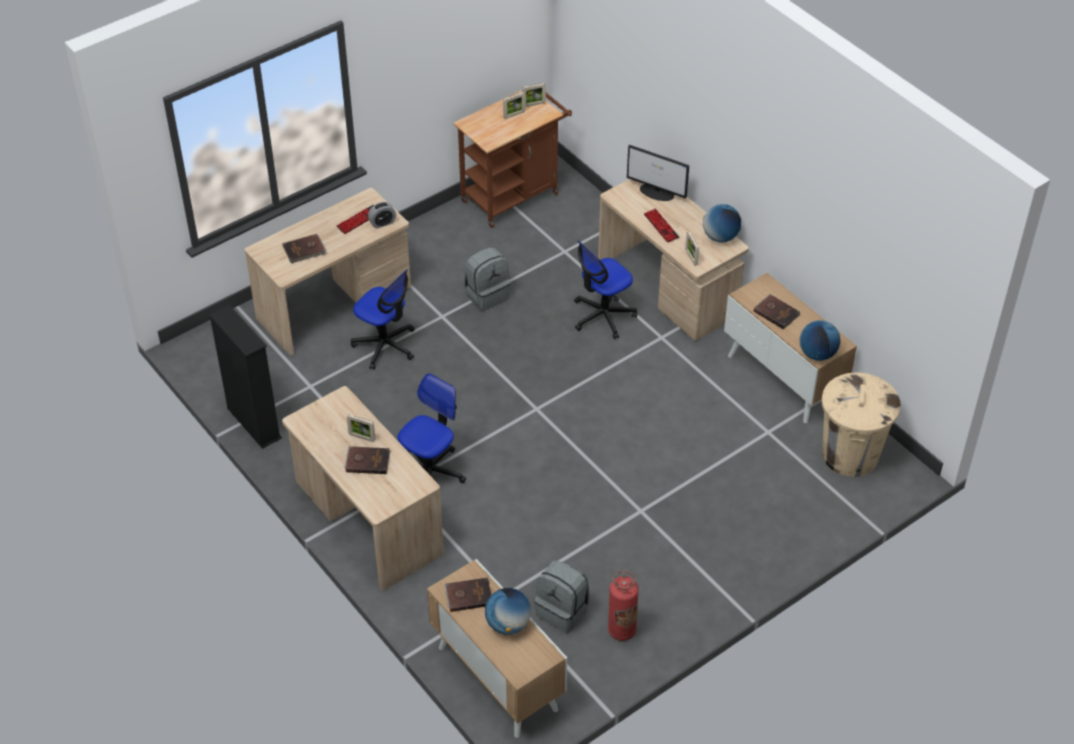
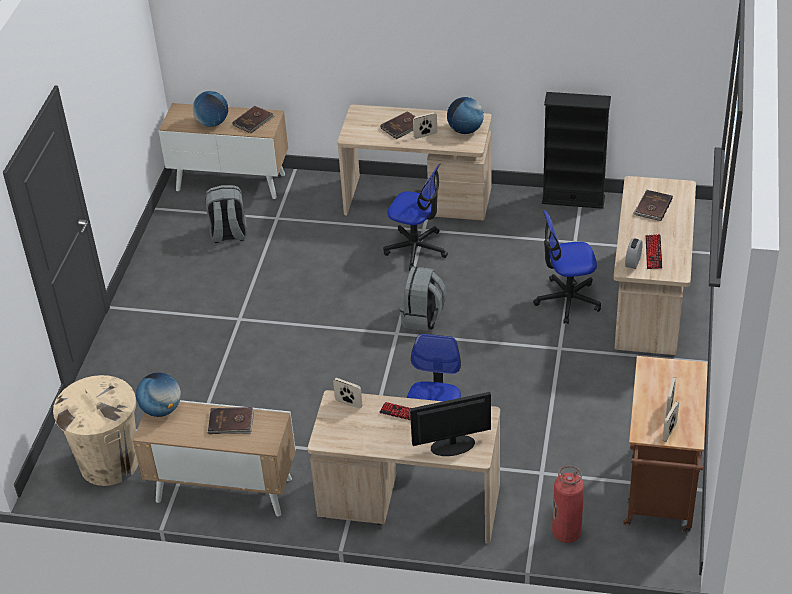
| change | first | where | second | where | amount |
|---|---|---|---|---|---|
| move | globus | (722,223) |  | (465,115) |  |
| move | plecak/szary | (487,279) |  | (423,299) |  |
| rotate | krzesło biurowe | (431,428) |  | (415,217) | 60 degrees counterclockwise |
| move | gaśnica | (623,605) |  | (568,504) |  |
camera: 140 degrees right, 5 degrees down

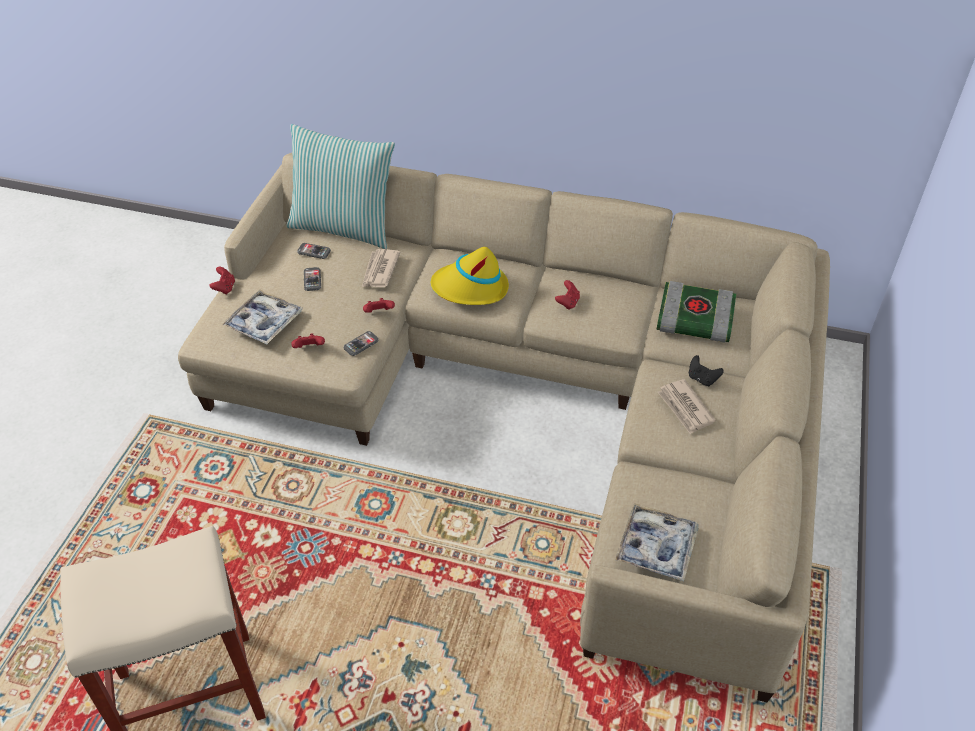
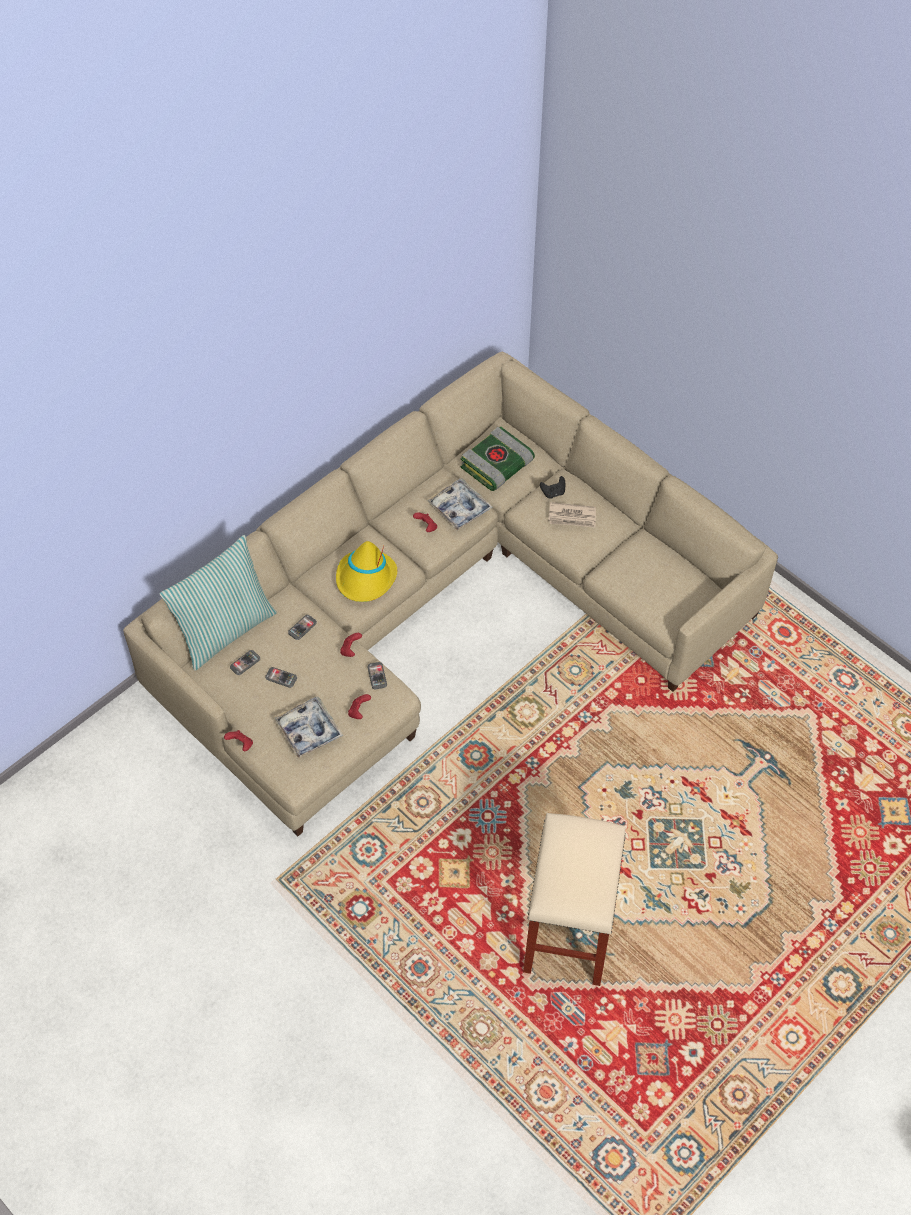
| change | first | where | second | where | amount |
|---|---|---|---|---|---|
| replace | gazeta | (381,268) | telefon | (302,627) |  |
| move | taca | (657,542) |  | (459,504) |  |
camera: 60 degrees left, 10 degrees up

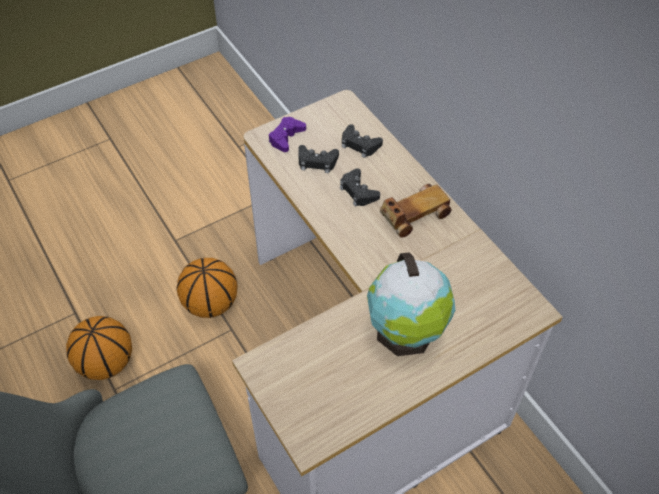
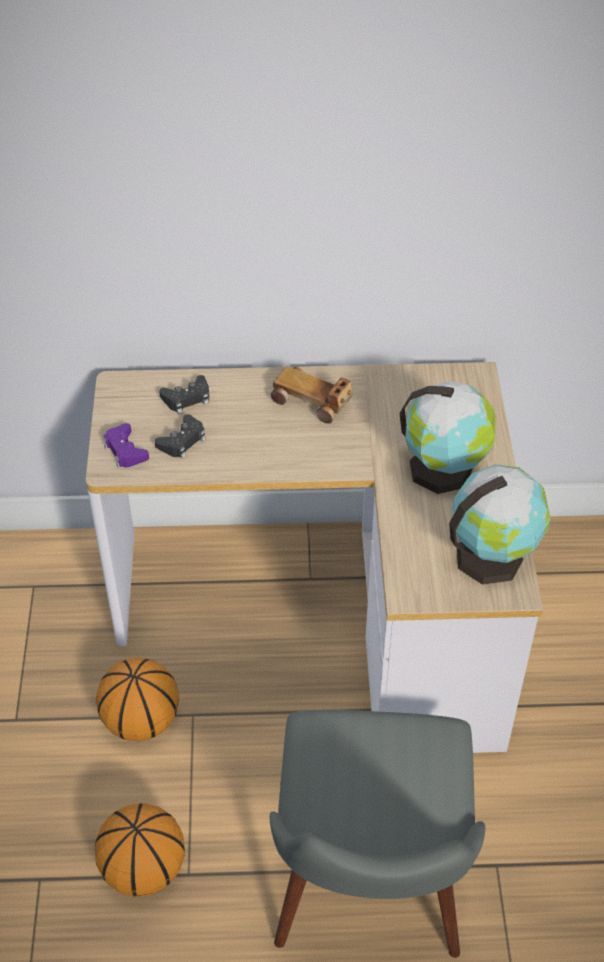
| change | first | where | second | where | amount |
|---|---|---|---|---|---|
| delete | pad do gier/czarny | (360,187) |  |  |  |
| rotate | samochodzik | (416,211) |  | (311,395) | 60 degrees counterclockwise |
| insert |  |  | globus | (500,525) |  |
camera: 60 degrees left, 5 degrees down

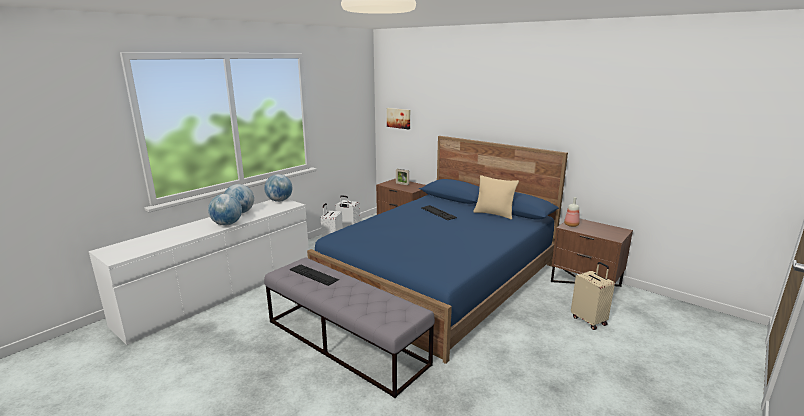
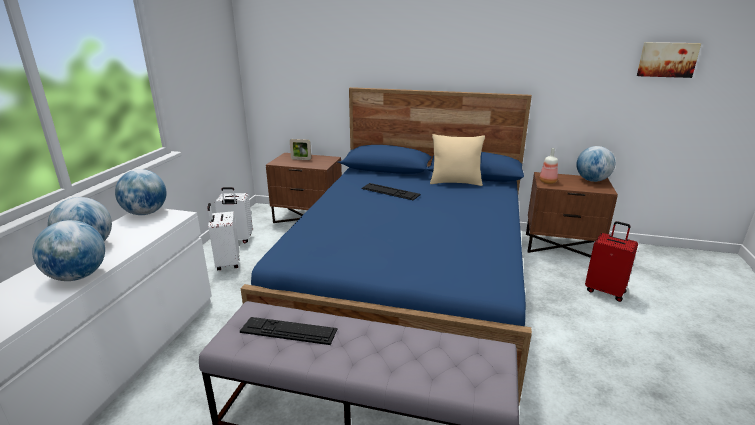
| change | first | where | second | where | amount |
|---|---|---|---|---|---|
| move | obraz | (398,118) |  | (669,60) |  |
| recolor | walizka/beżowy | (593,296) | walizka/czerwony | (611,261) |  |
| insert |  |  | globus | (595,164) |  |
camera: 25 degrees left, 5 degrees up

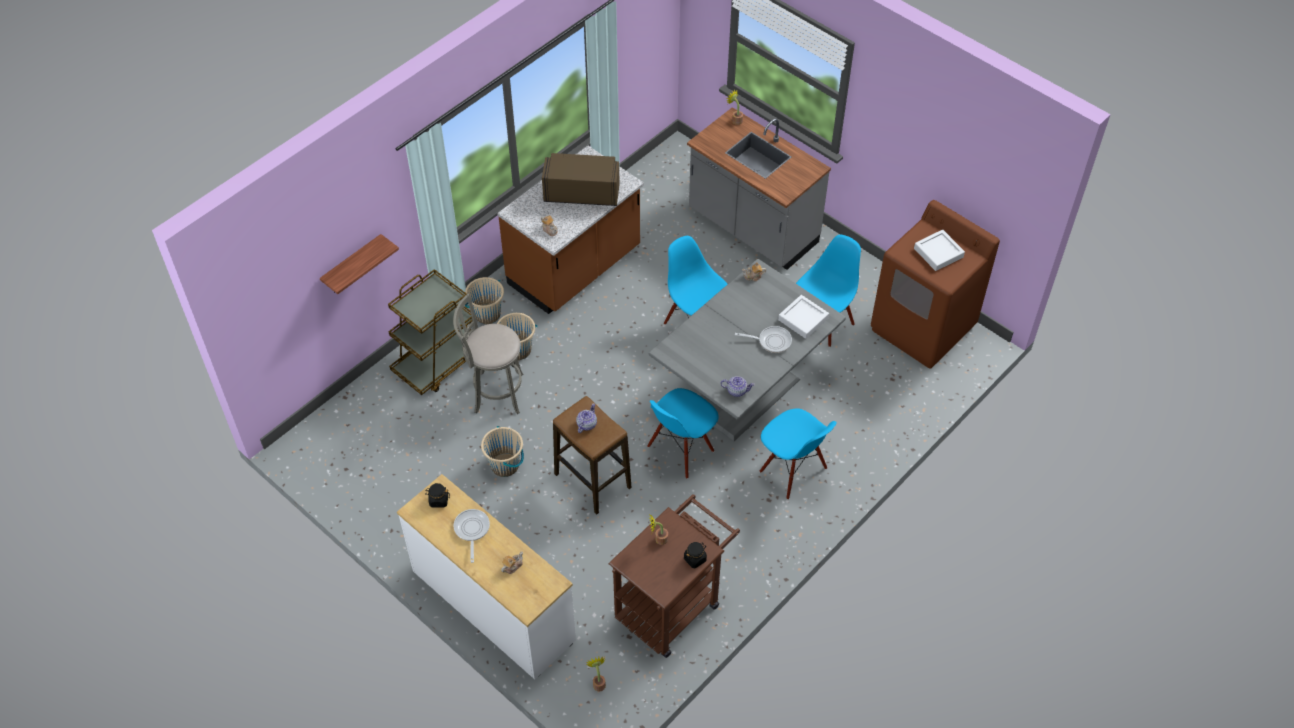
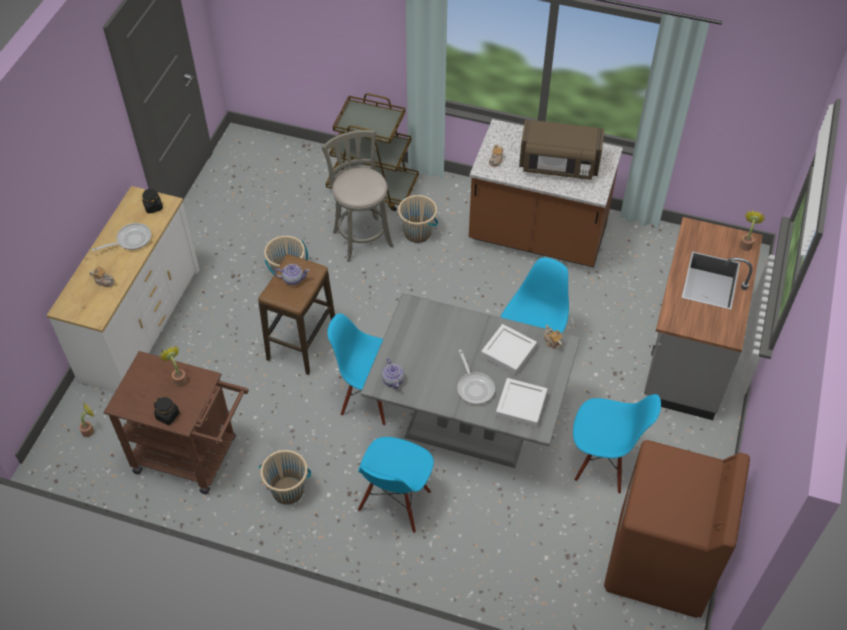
| change | first | where | second | where | amount |
|---|---|---|---|---|---|
| rotate | mikrofalówka/brązowy | (581,179) |  | (561,149) | 120 degrees clockwise |
| move | taca/biały | (939,250) |  | (509,349) |  |
| delete | półka | (359,264) |  |  |  |
| move | wiadro/beżowy | (484,300) |  | (285,477) |  |
camera: 65 degrees right, 0 degrees up

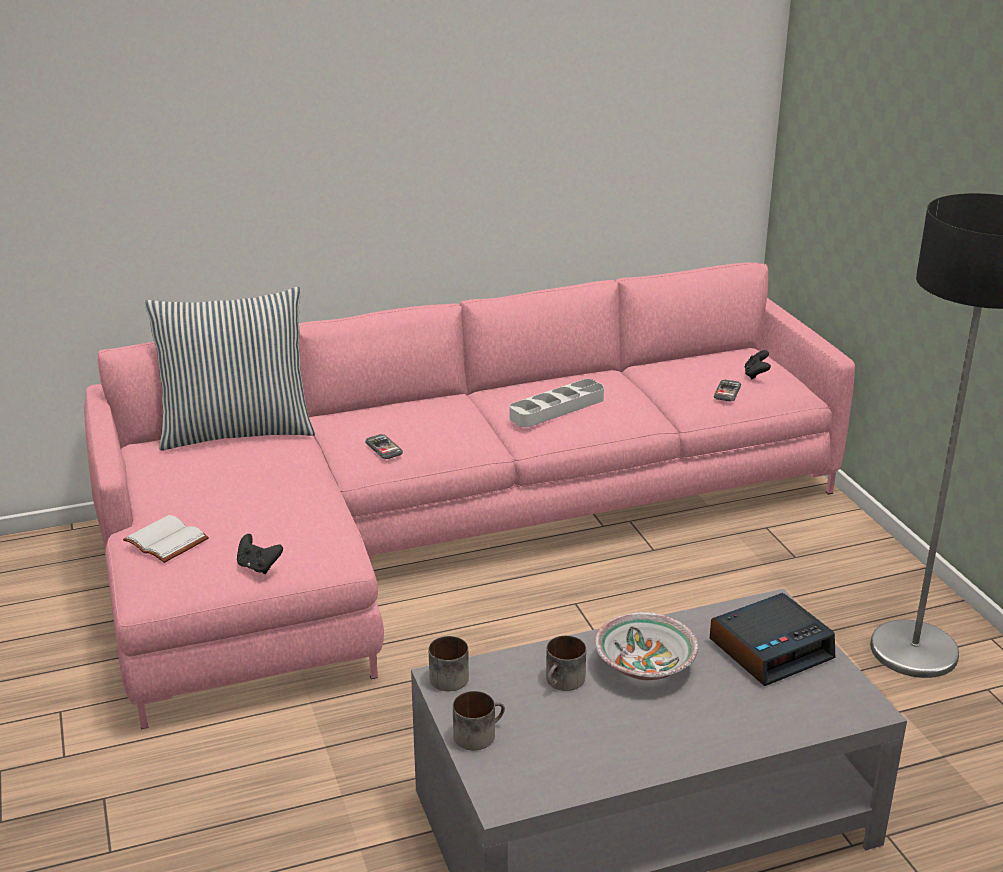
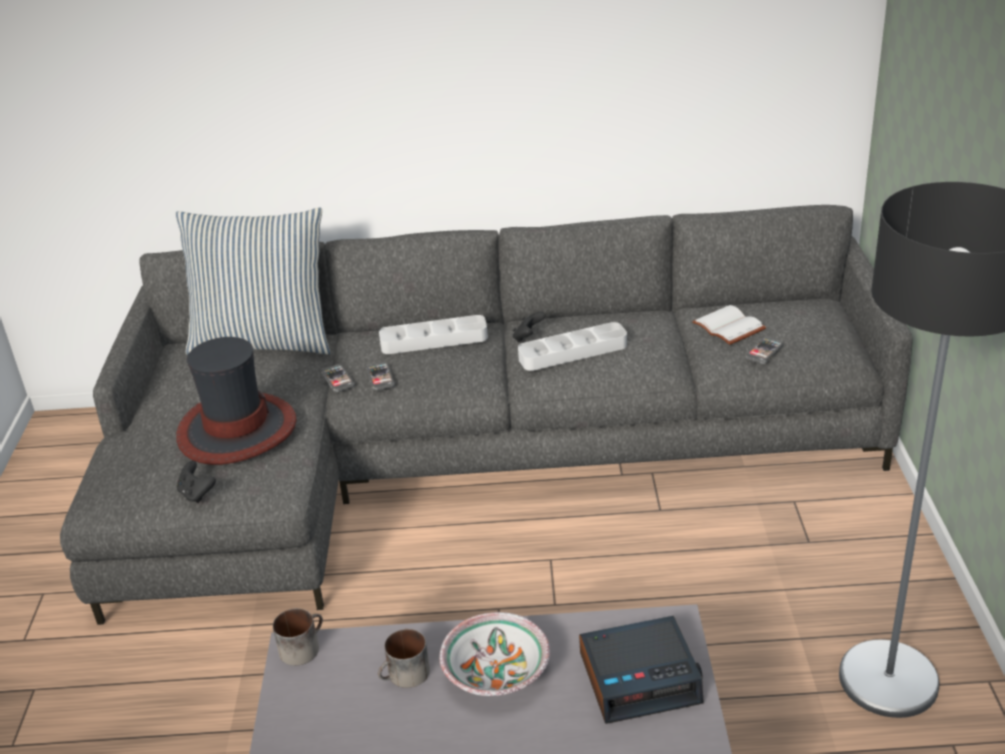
| change | first | where | second | where | amount |
|---|---|---|---|---|---|
| recolor | kanapa/różowy | (469,495) | kanapa/szary | (486,415) |  |
| move | pad do gier/czarny | (758,365) |  | (529,327) |  |
| move | książka/biały | (166,539) |  | (729,325) |  |
| delete | kubek | (479,720) |  |  |  |
| insert |  |  | taca/szary | (433,334) |  |
| insert |  |  | kapelusz | (236,401) |  |
| insert |  |  | telefon | (338,378) |  |
camera: 20 degrees right, 5 degrees up

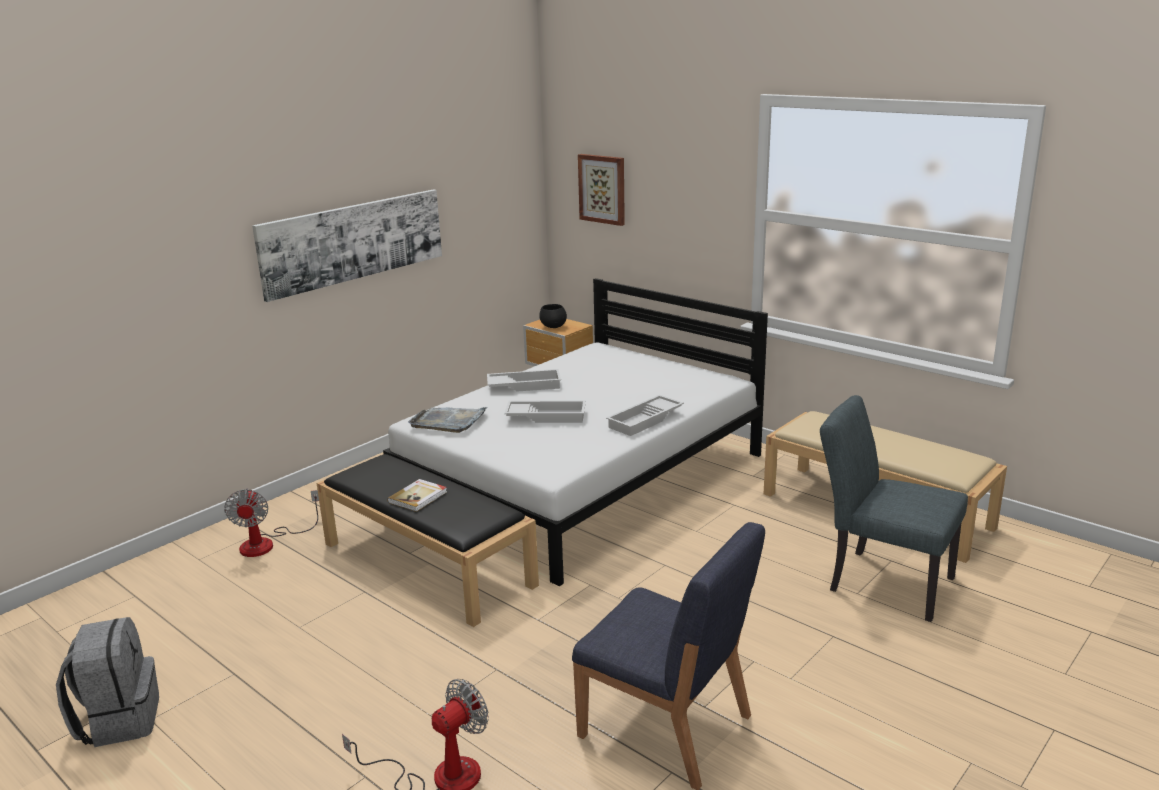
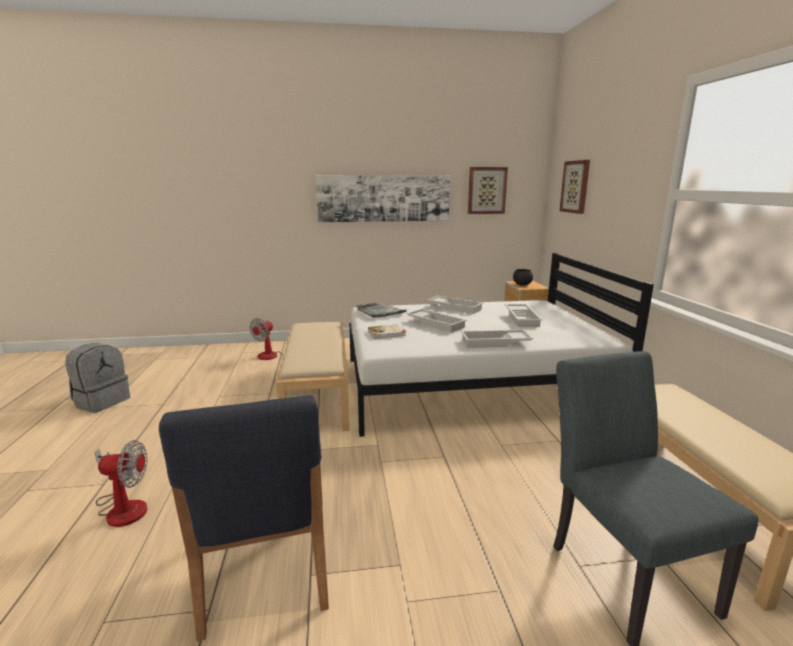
| change | first | where | second | where | amount |
|---|---|---|---|---|---|
| recolor | ławka/czarny | (428,540) | ławka/beżowy | (313,376) |  |
| move | książka | (417,495) |  | (387,331) |  |
| insert |  |  | obraz | (488,190) |  |
| insert |  |  | taca/biały | (523,315) |  |
camera: 40 degrees right, 5 degrees down

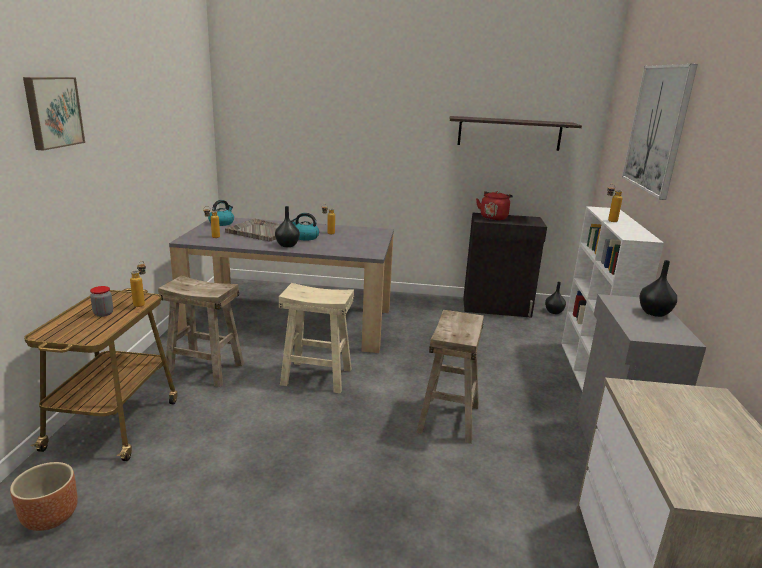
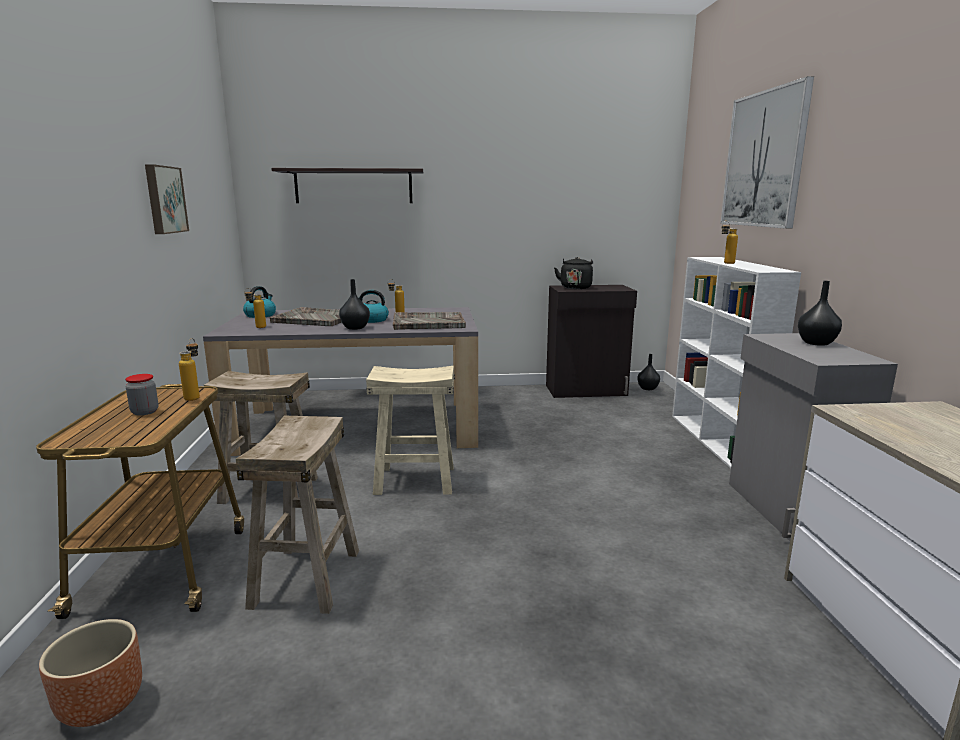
| change | first | where | second | where | amount |
|---|---|---|---|---|---|
| move | obraz | (54,113) |  | (167,199) |  |
| move | półka | (516,133) |  | (347,185) |  |
| recolor | czajnik/czerwony | (494,205) | czajnik/czarny | (573,273) |  |
| move | stołek/beżowy | (450,377) |  | (297,515) |  |
| insert |  |  | taca/szary | (429,321) |  |
camera: 10 degrees left, 5 degrees down

